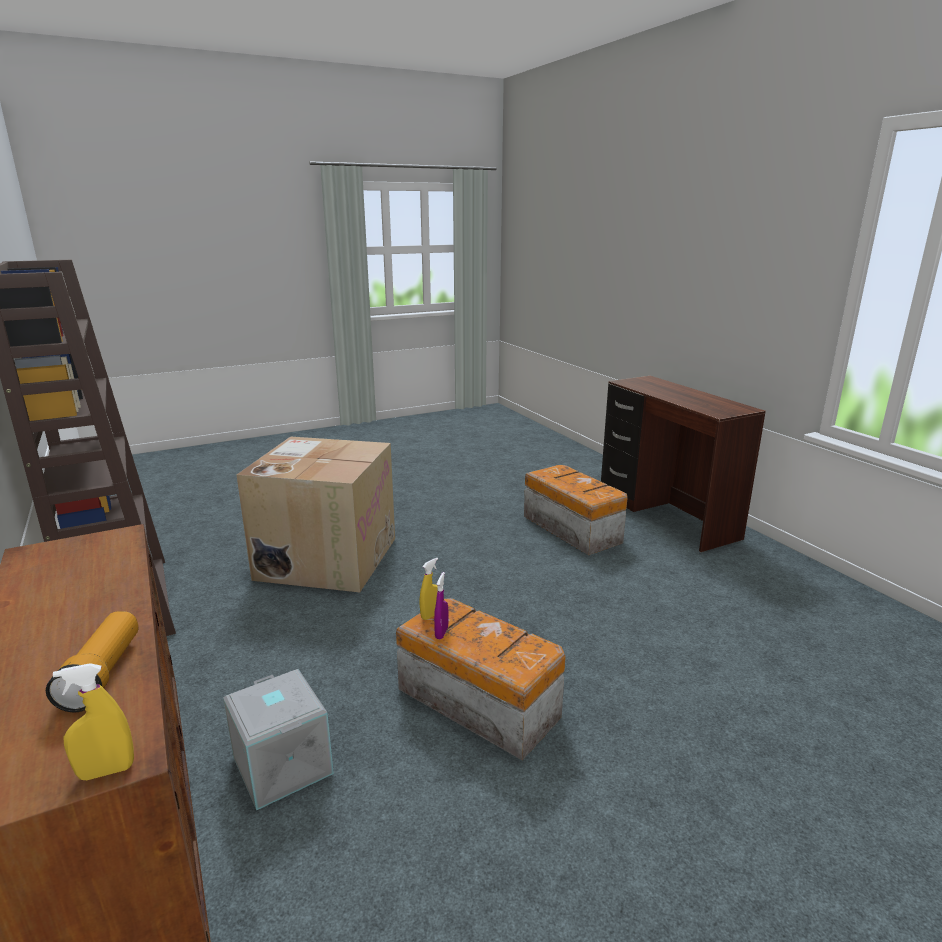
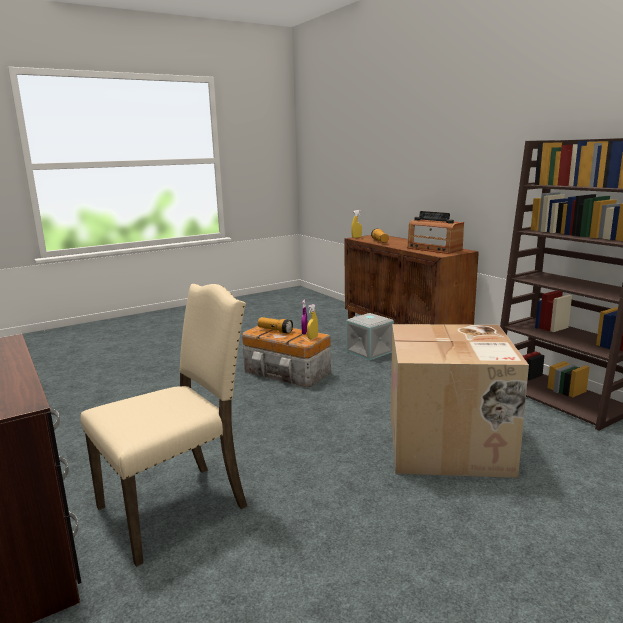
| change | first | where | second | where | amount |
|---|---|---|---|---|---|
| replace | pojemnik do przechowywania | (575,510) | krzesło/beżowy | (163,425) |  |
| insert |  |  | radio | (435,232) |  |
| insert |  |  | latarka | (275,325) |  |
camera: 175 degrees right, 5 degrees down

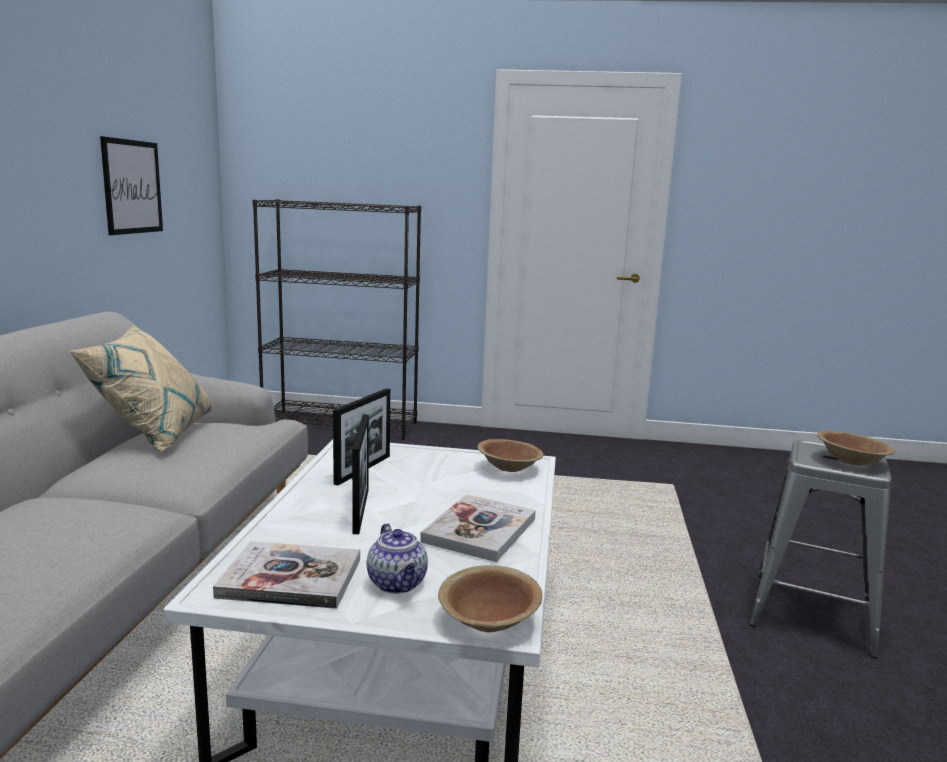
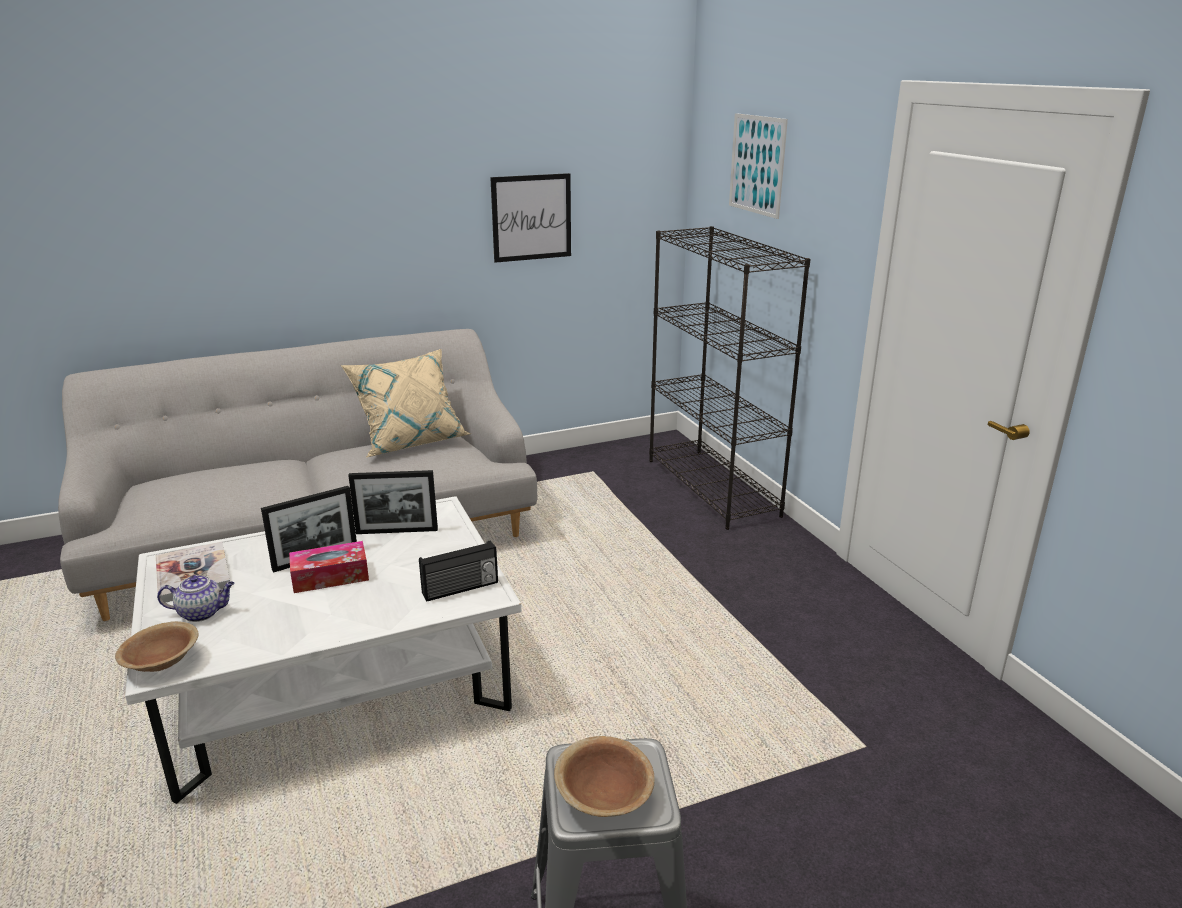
| change | first | where | second | where | amount |
|---|---|---|---|---|---|
| replace | miska/brązowy | (510,455) | radio | (458,571) |  |
| delete | książka | (478,528) |  |  |  |
| rotate | imbryk | (397,558) |  | (195,598) | 135 degrees counterclockwise |
| insert |  |  | obraz | (758,166) |  |
| insert |  |  | pudełko chusteczek | (329,567) |  |
camera: 60 degrees right, 10 degrees up

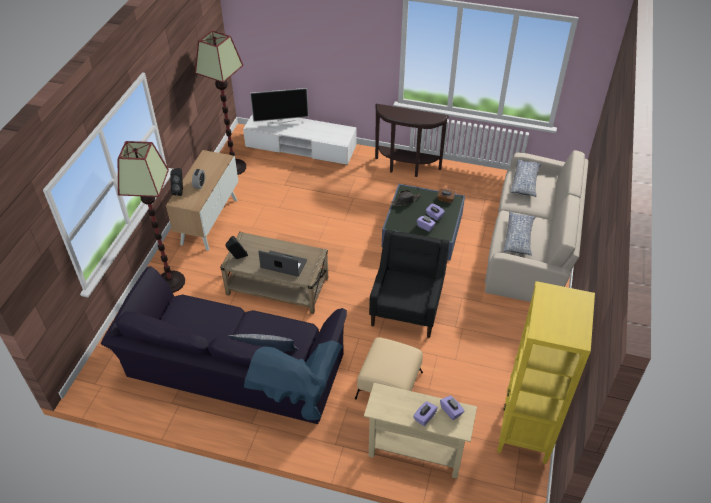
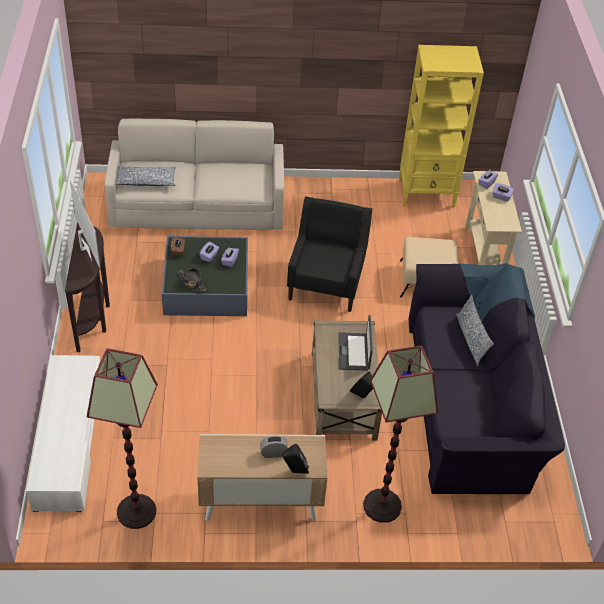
| change | first | where | second | where | amount |
|---|---|---|---|---|---|
| move | telewizor | (279,105) |  | (85,224) |  |
| delete | poduszka | (519,233) |  |  |  |
| rotate | fotel/czarny | (409,283) |  | (329,254) | 105 degrees clockwise |
camera: 110 degrees left, 0 degrees up

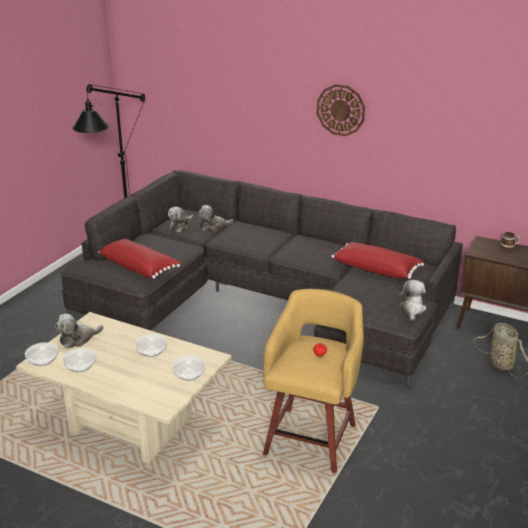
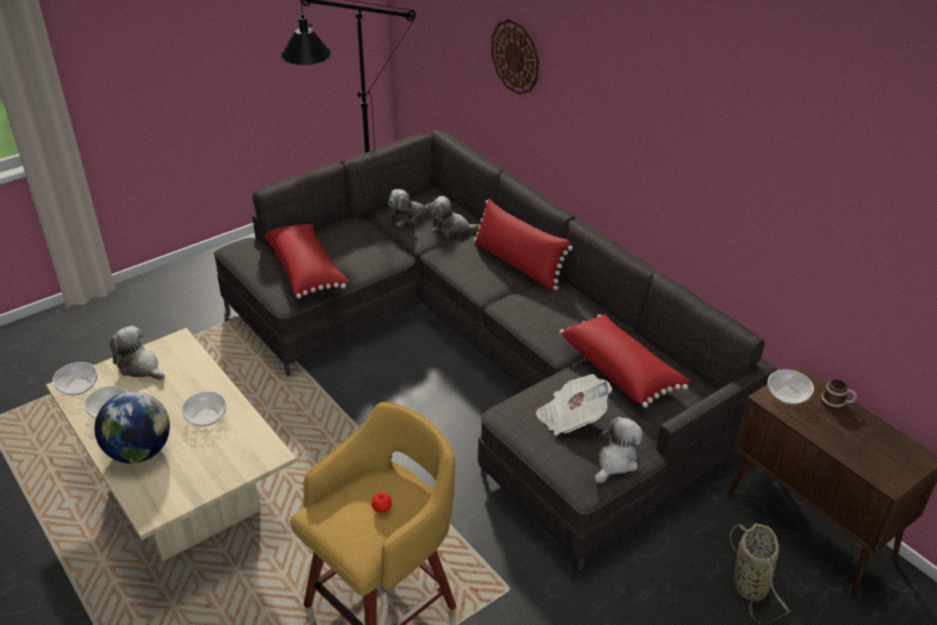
| change | first | where | second | where | amount |
|---|---|---|---|---|---|
| move | zegar ścienny | (341,110) |  | (515,57) |  |
| rotate | pluszak | (79,331) |  | (137,353) | 45 degrees clockwise |
| move | miska | (188,368) |  | (790,387) |  |
| insert |  |  | poduszka/czerwony | (523,244) |  |
| insert |  |  | gazeta | (574,405) |  |
| insert |  |  | globus | (132,427) |  |
camera: 25 degrees right, 10 degrees up

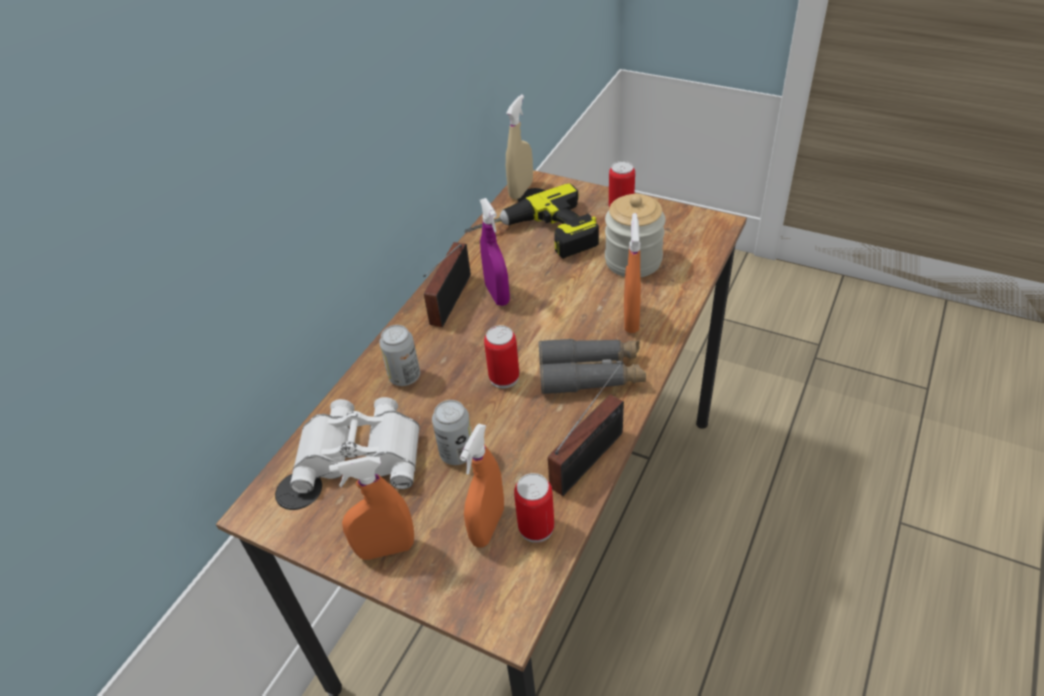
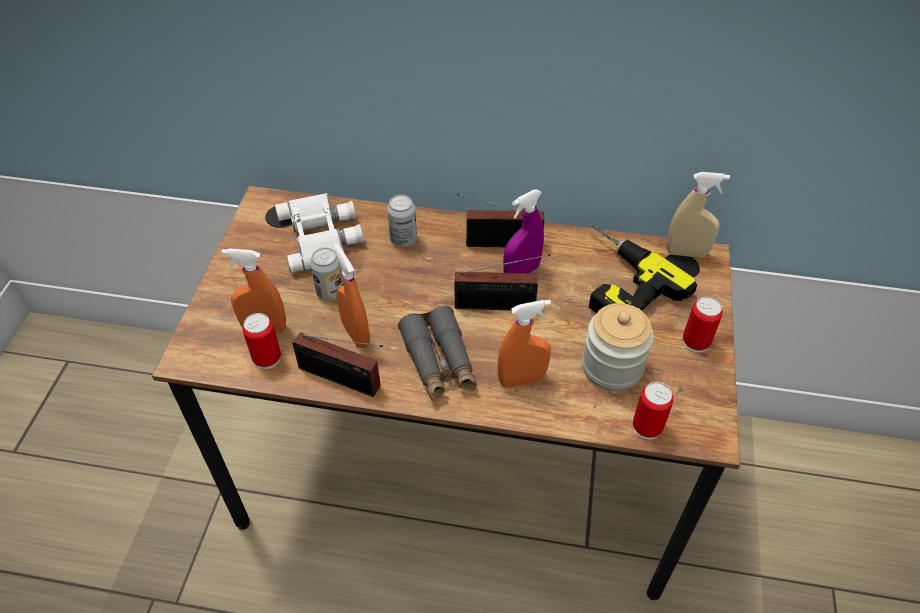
| change | first | where | second | where | amount |
|---|---|---|---|---|---|
| move | puszka | (501,356) |  | (653,411) |  |
| move | spryskiwacz/pomarańczowy | (371,508) |  | (351,296) |  |
| insert |  |  | radio | (503,282) |  |
camera: 70 degrees right, 5 degrees up

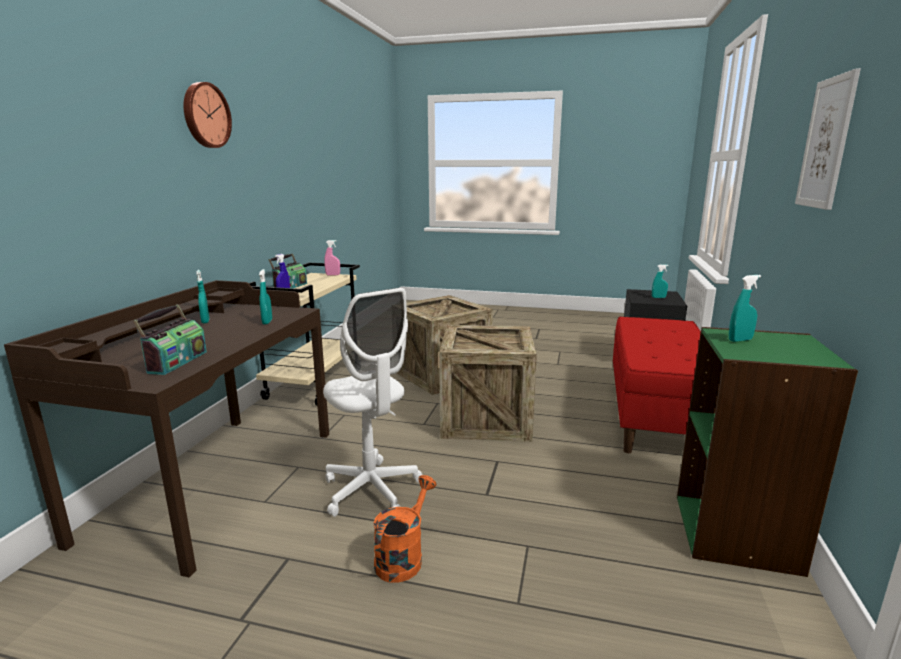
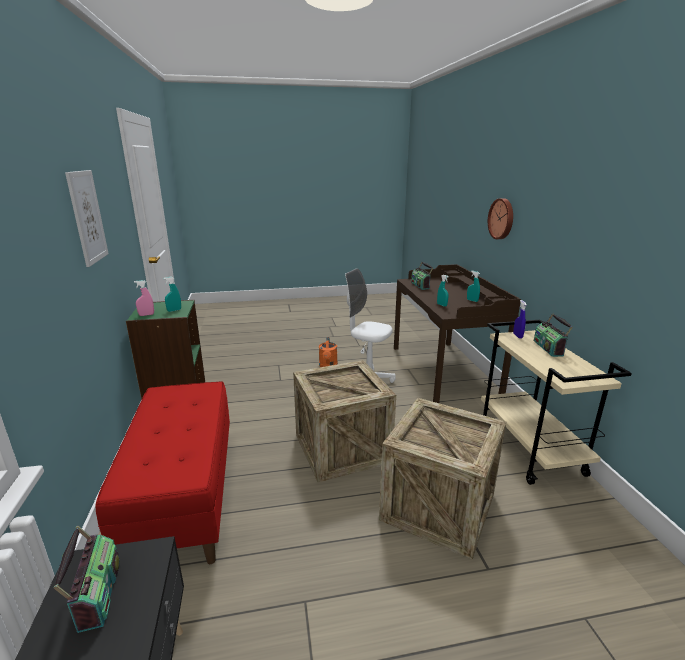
| change | first | where | second | where | amount |
|---|---|---|---|---|---|
| move | zegar ścienny | (207,115) |  | (500,218) |  |
| move | spryskiwacz/różowy | (332,257) |  | (144,298) |  |
| replace | spryskiwacz/turkusowy | (660,281) | radio | (87,579) |  |
camera: 155 degrees right, 5 degrees up

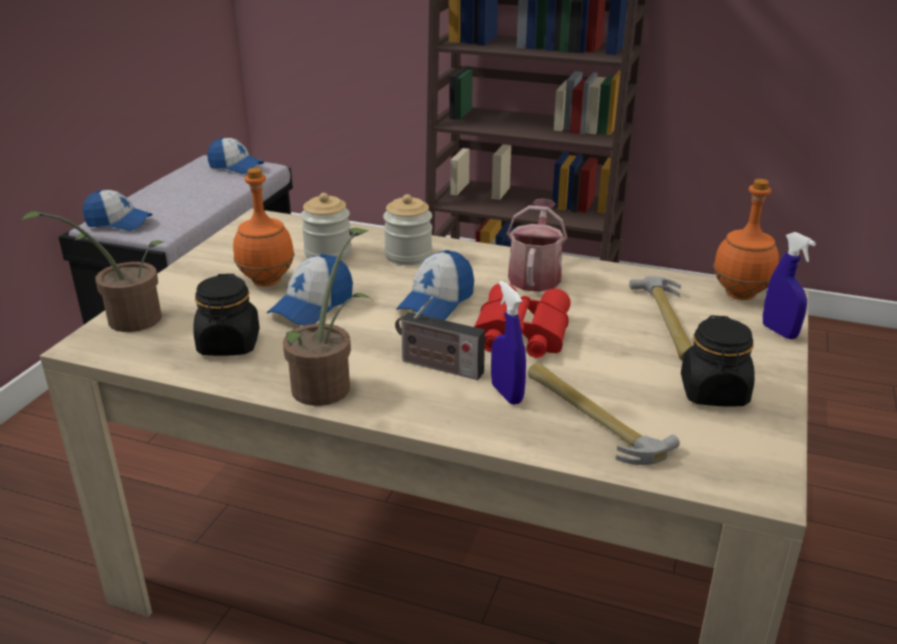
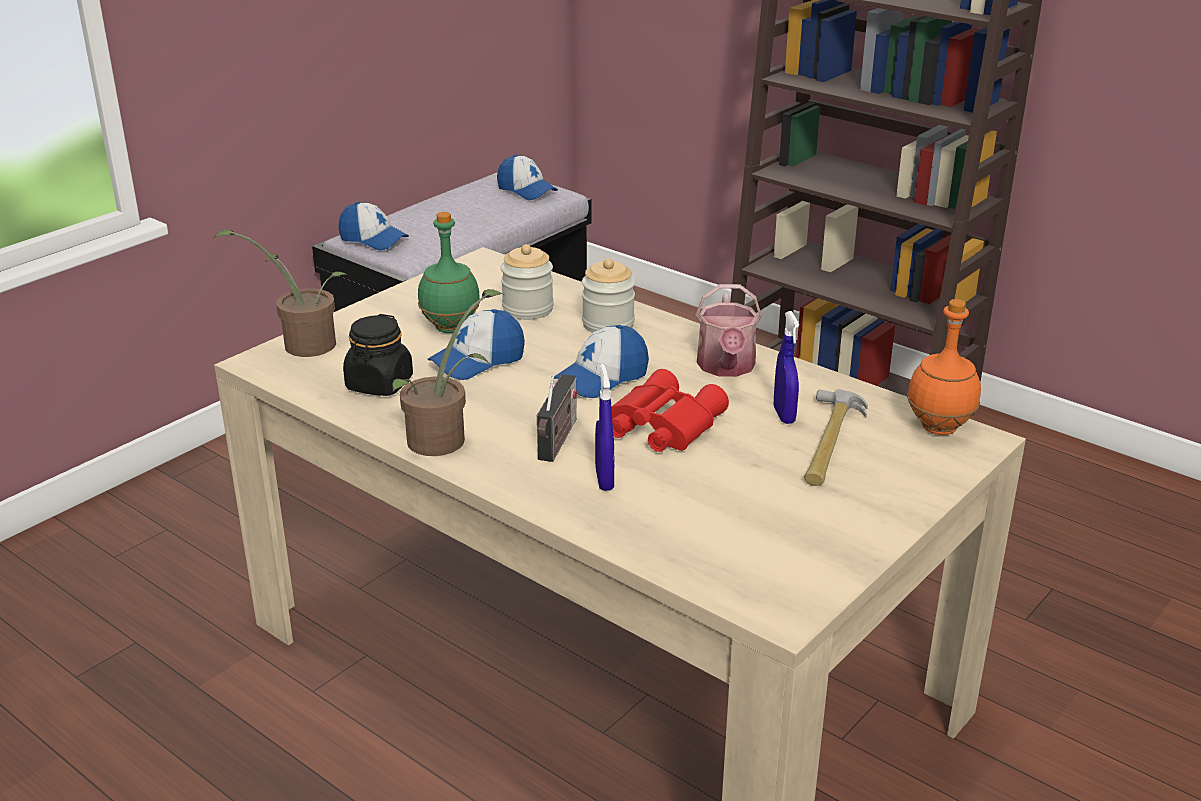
| change | first | where | second | where | amount |
|---|---|---|---|---|---|
| recolor | butelka/pomarańczowy | (264,227) | butelka/zielony | (449,272) |  |
| rotate | konewka | (537,245) |  | (728,330) | 150 degrees clockwise |
| move | spryskiwacz/niebieski | (789,285) |  | (786,367) |  |
| rotate | radio | (440,338) |  | (557,418) | 120 degrees counterclockwise |
| delete | słoik/czarny | (718,361) |  |  |  |
| delete | młotek | (604,414) |  |  |  |
camera: 20 degrees right, 0 degrees up

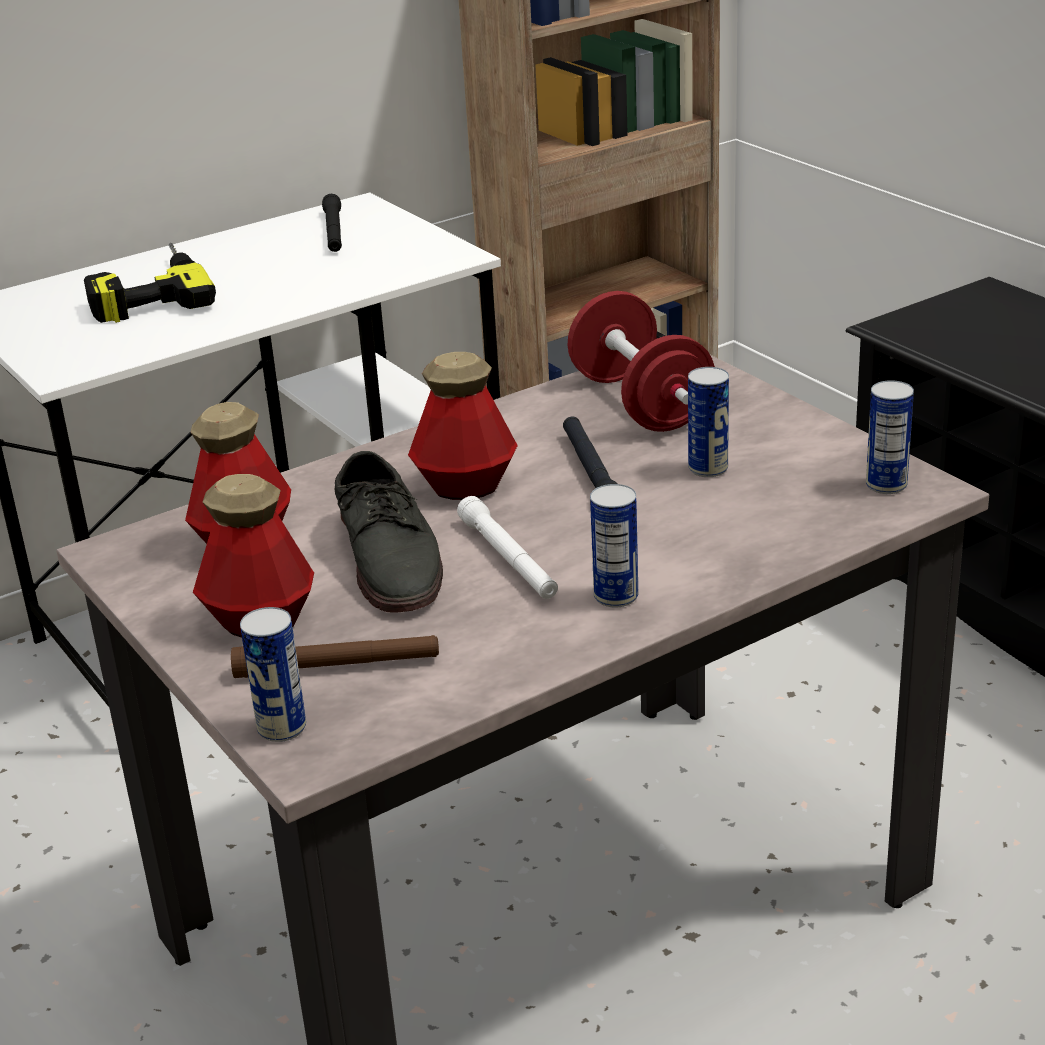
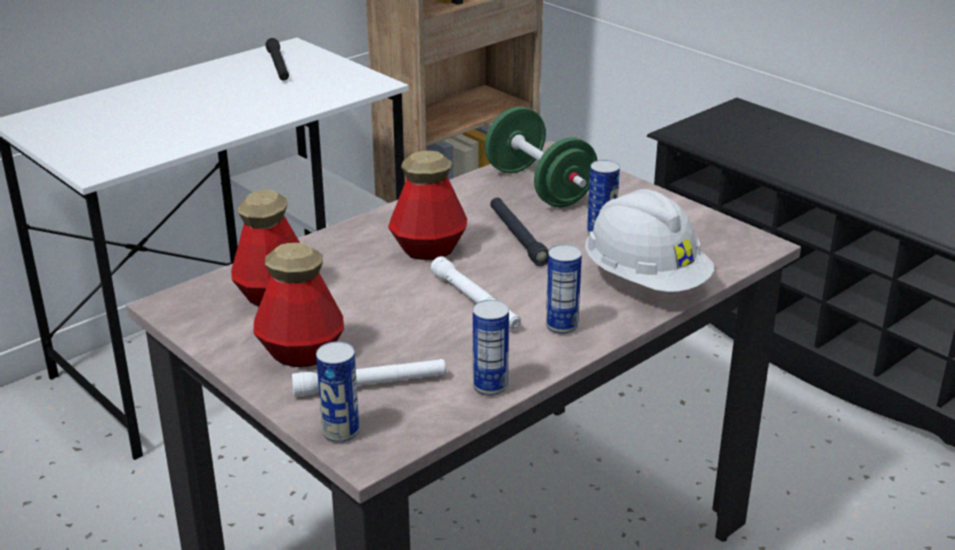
| change | first | where | second | where | amount |
|---|---|---|---|---|---|
| delete | wiertarka | (150,282) |  |  |  |
| recolor | hantel/czerwony | (641,361) | hantel/zielony | (541,156) |  |
| move | puszka | (890,437) |  | (491,348) |  |
| delete | but/szary | (388,532) |  |  |  |
| recolor | latarka/brązowy | (335,656) | latarka/biały | (369,378) |  |
| insert |  |  | kask/biały | (649,240) |  |
camera: 10 degrees left, 0 degrees up

